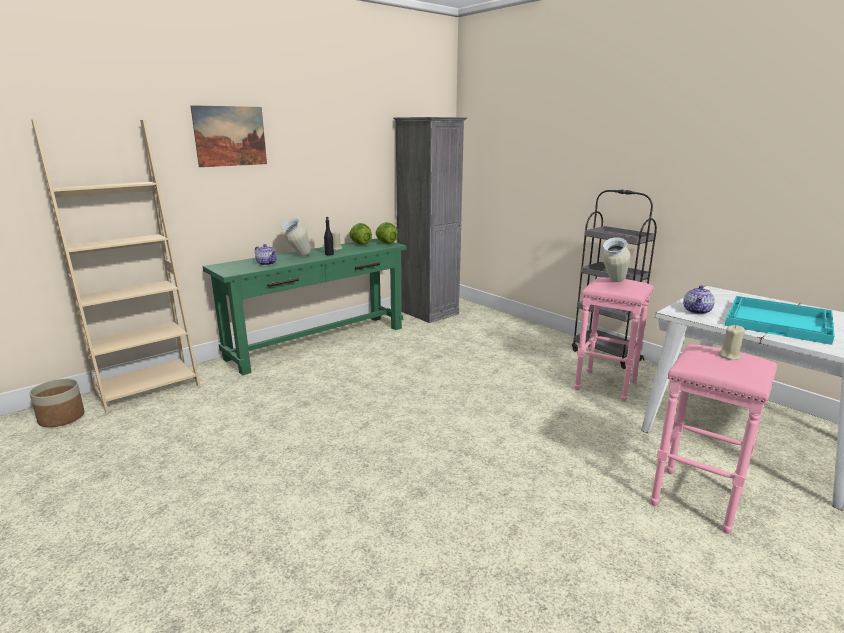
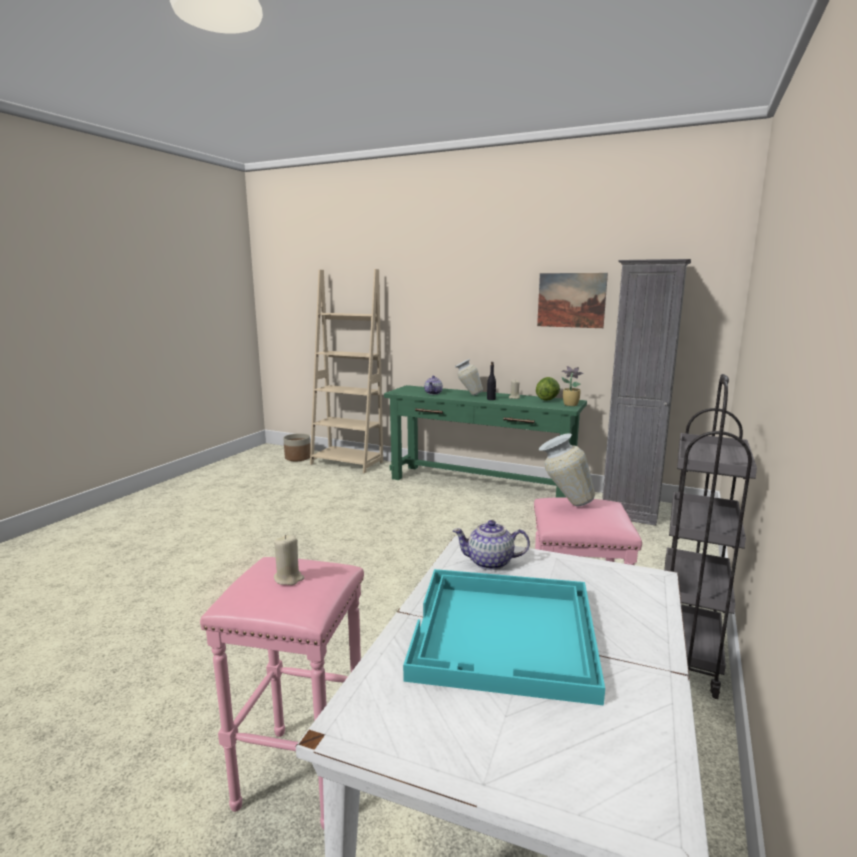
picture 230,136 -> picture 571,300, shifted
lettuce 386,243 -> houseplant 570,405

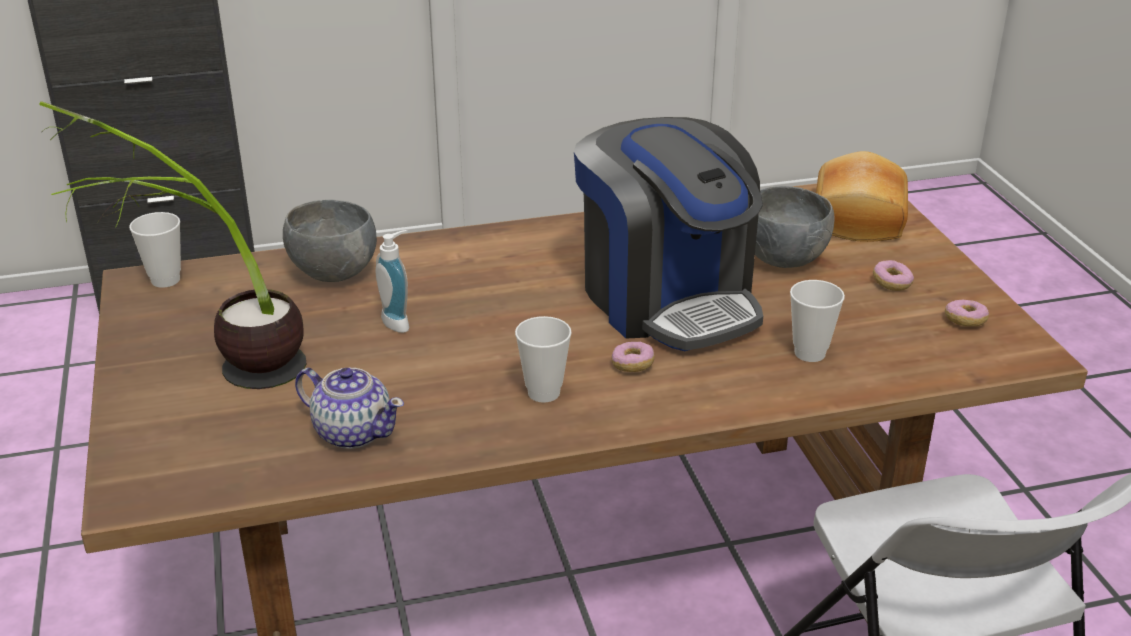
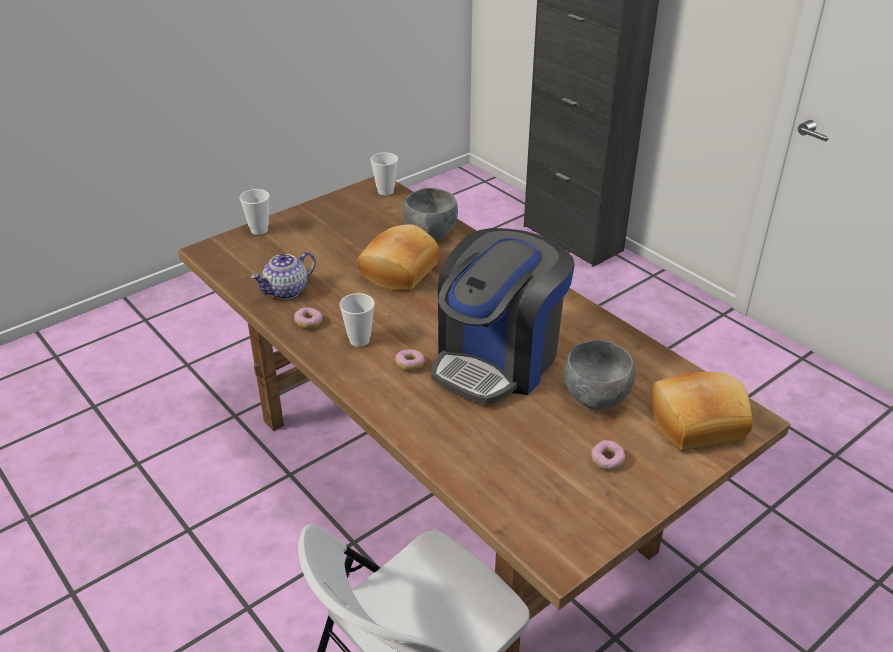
houseplant 213,365 -> none
soap dispenser 399,322 -> bakery bread 397,271
cup 810,353 -> cup 259,230, shifted
ring doughnut 965,321 -> ring doughnut 309,323, shifted
pot for tea 353,432 -> pot for tea 287,290, 45 degrees clockwise

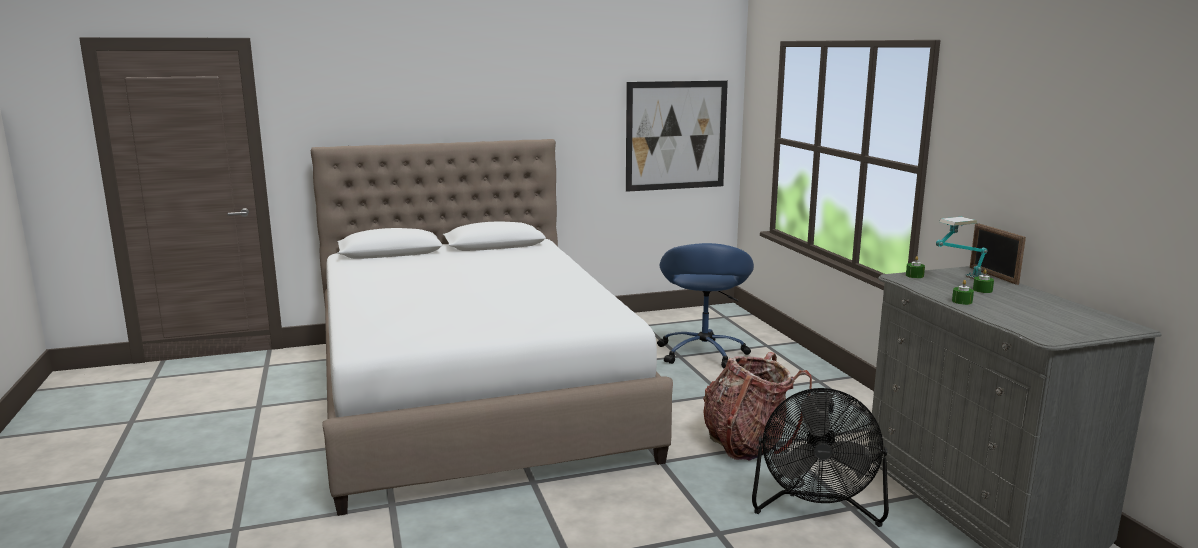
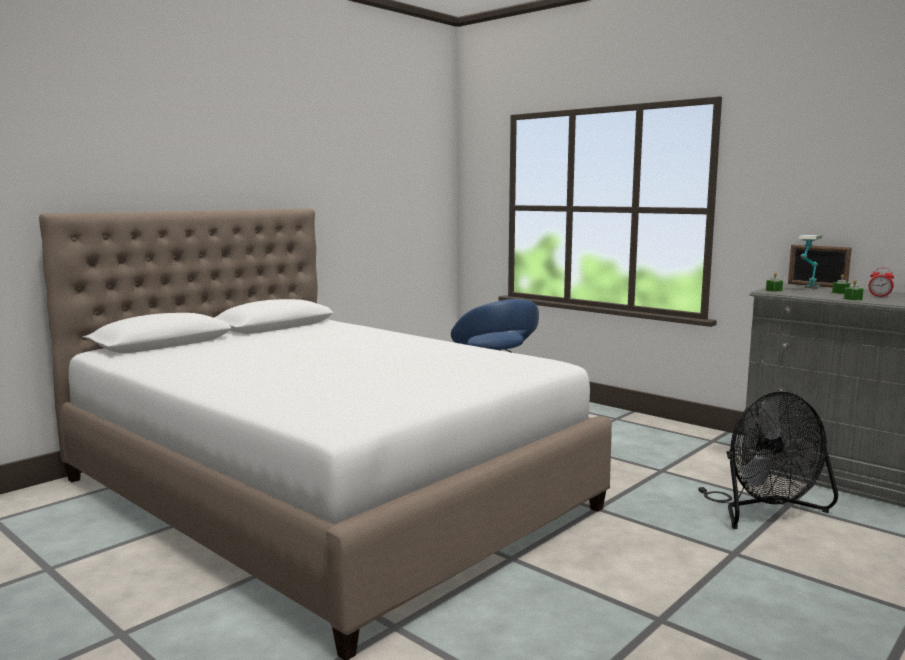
picture 676,135 -> none
knapsack 747,444 -> none
none -> table clock 879,296

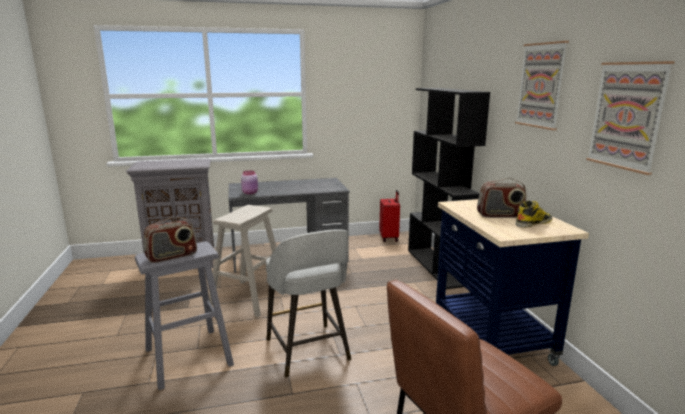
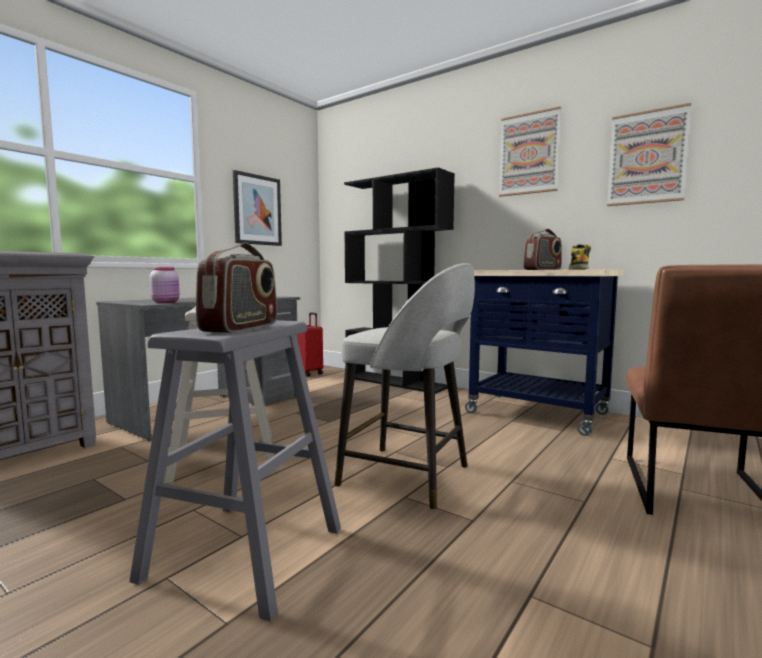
none -> picture 257,210

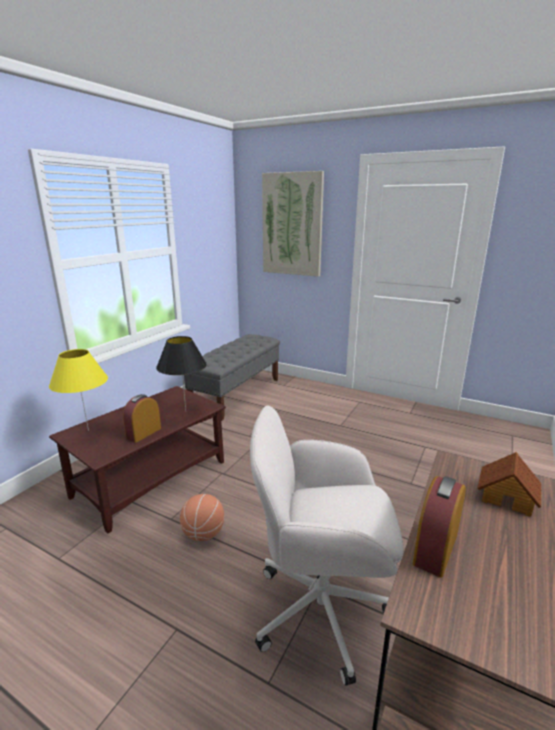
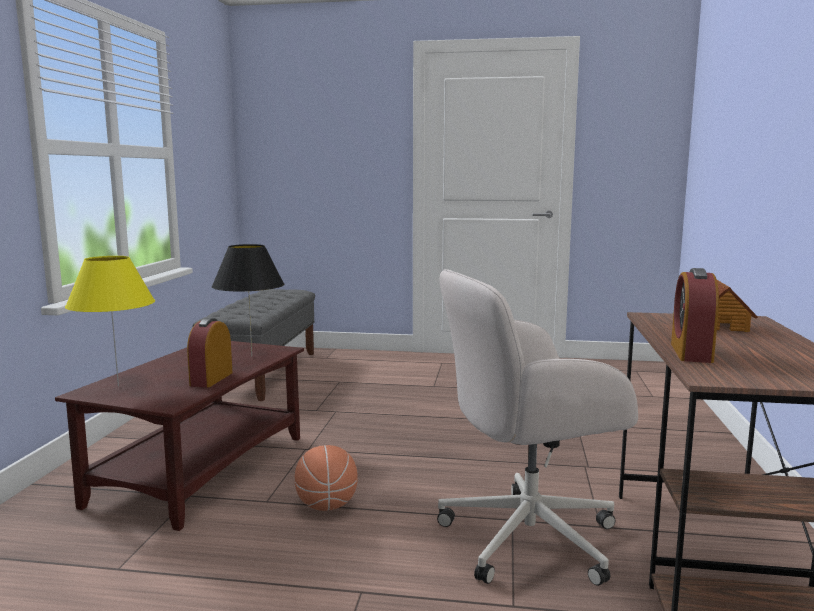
picture 292,225 -> none

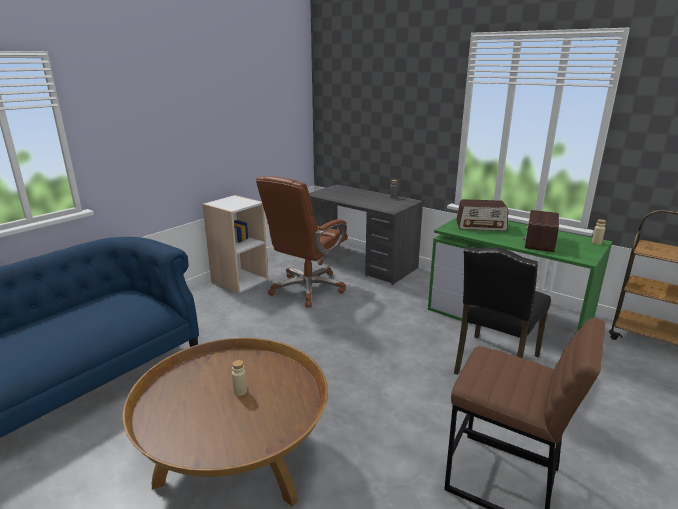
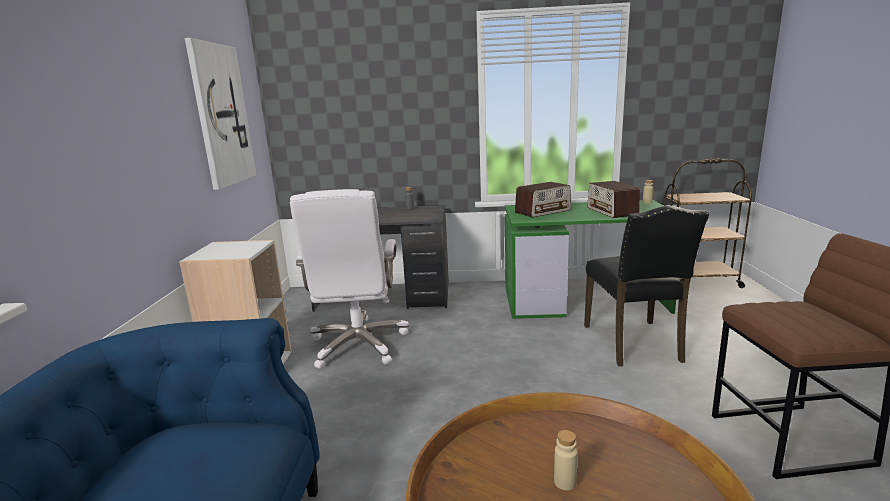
brownish office chair 307,289 -> whitish office chair 358,344
none -> picture 221,115

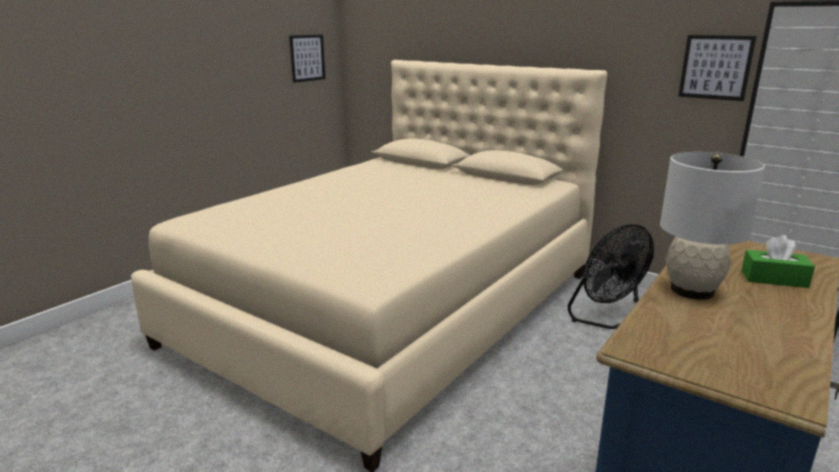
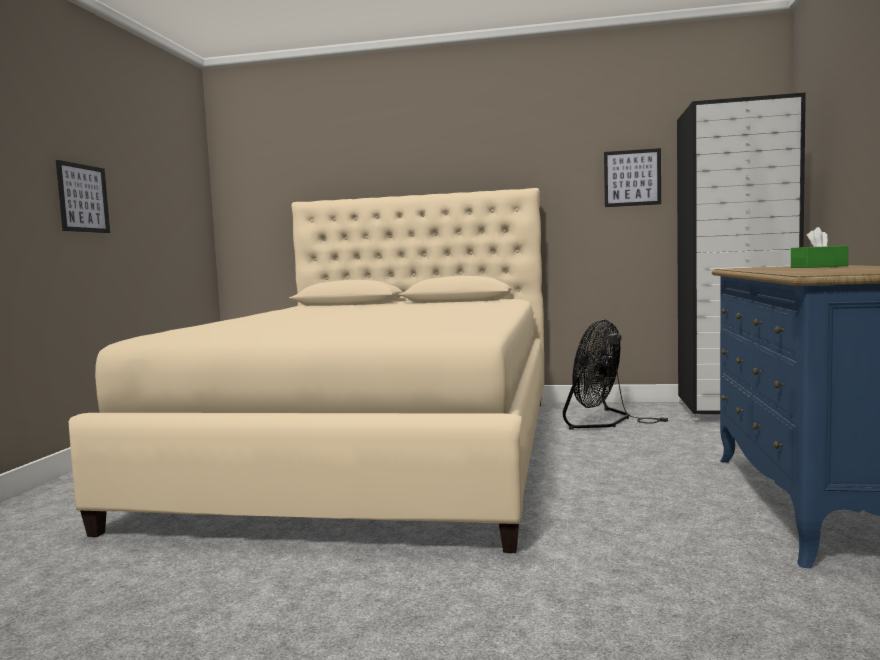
picture 307,58 -> picture 83,198, shifted
whitish table lamp 692,290 -> none

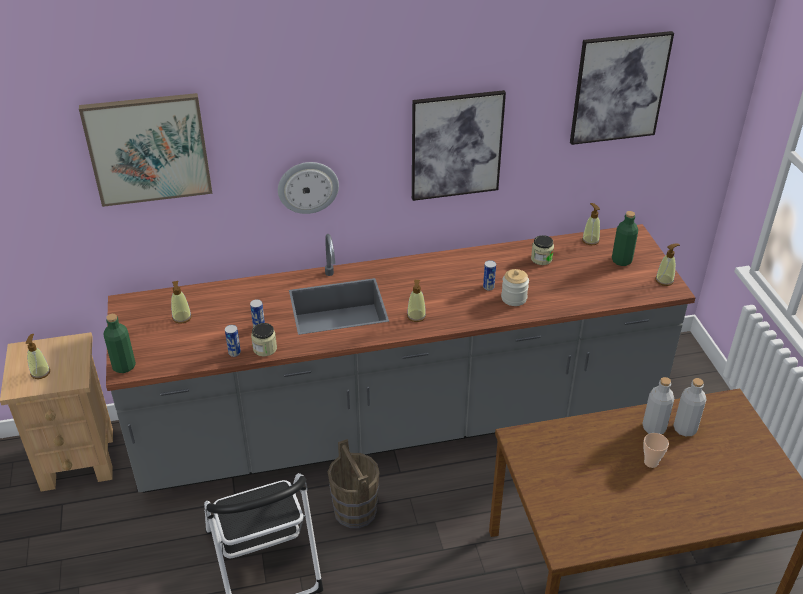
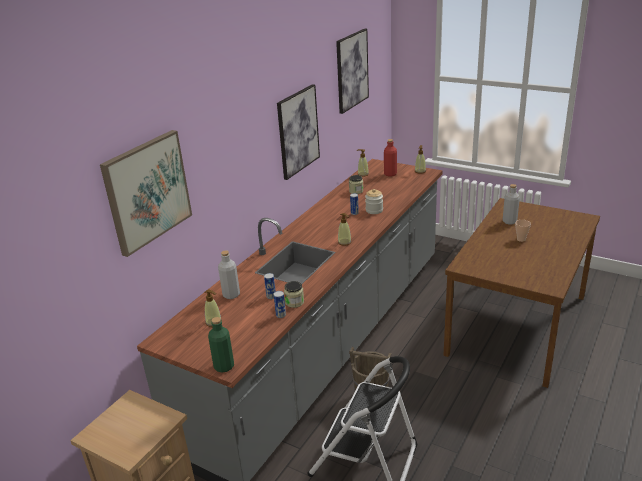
wall clock 308,187 -> none
greenish bottle 621,261 -> red-coloured bottle 390,174
soap dispenser 40,372 -> none
grey bottle 654,428 -> grey bottle 231,295, shifted

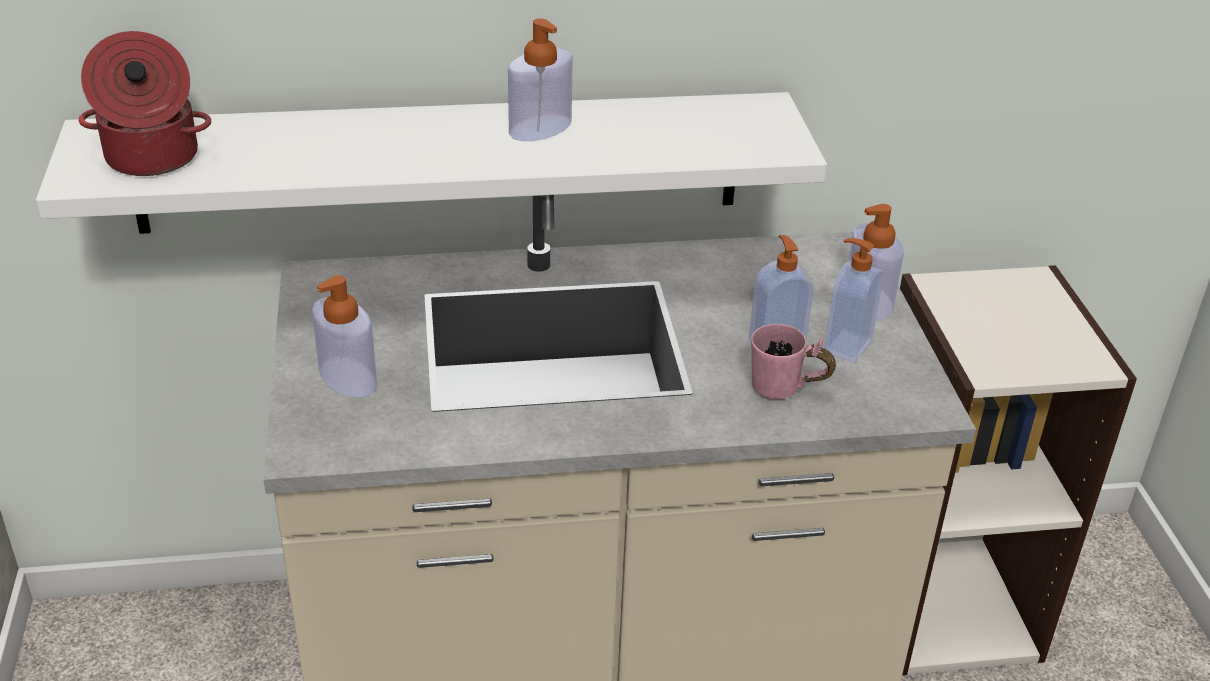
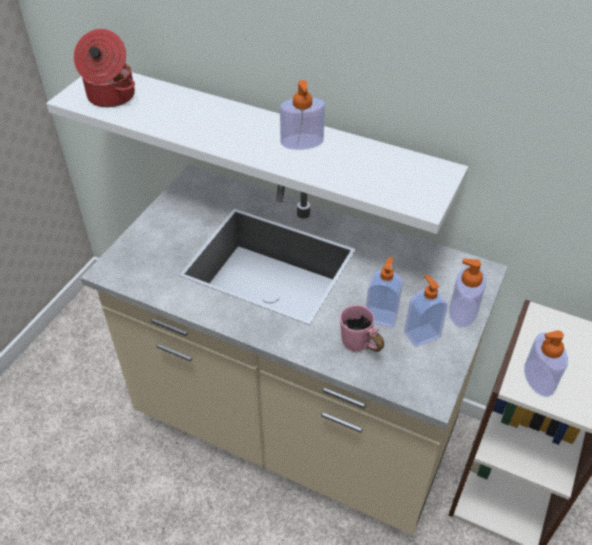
soap dispenser 347,377 -> soap dispenser 539,378, shifted

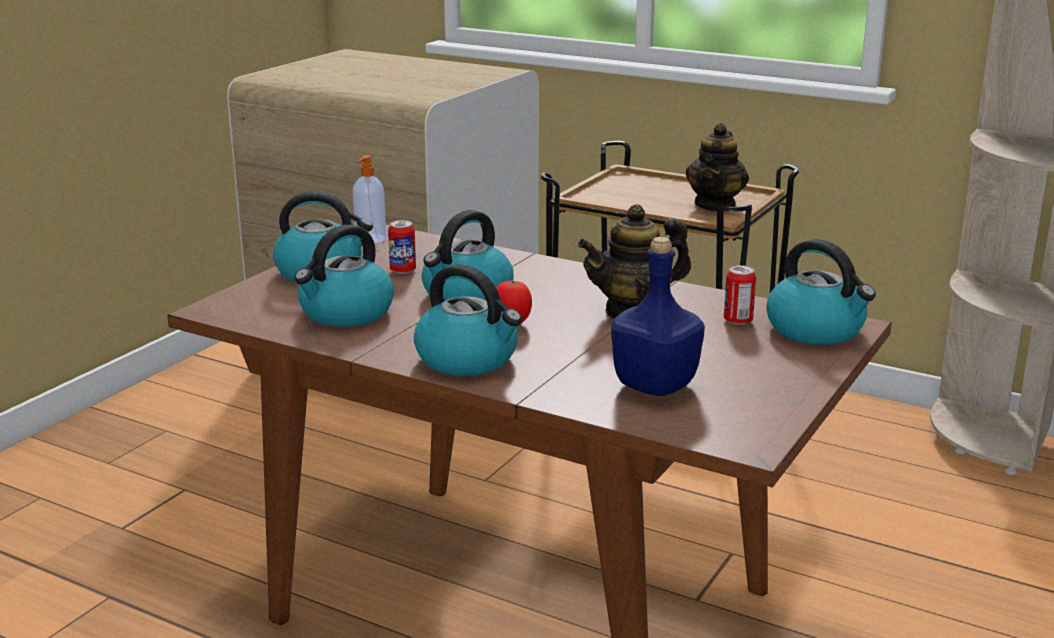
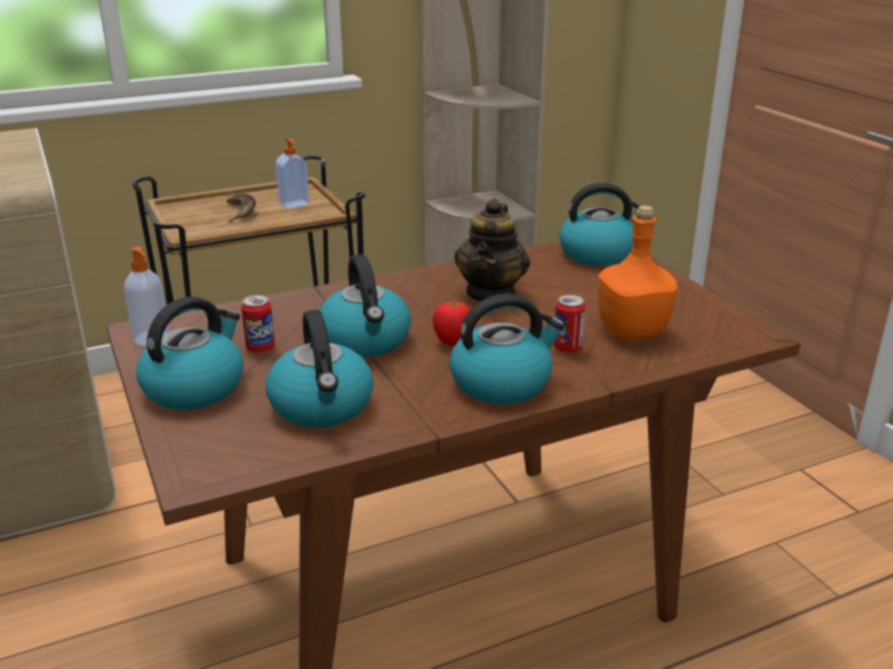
pot for tea 716,205 -> soap dispenser 294,204
bluish bottle 653,385 -> orange-coloured bottle 630,332
can 738,321 -> can 567,348, shifted
none -> whole banana 240,212

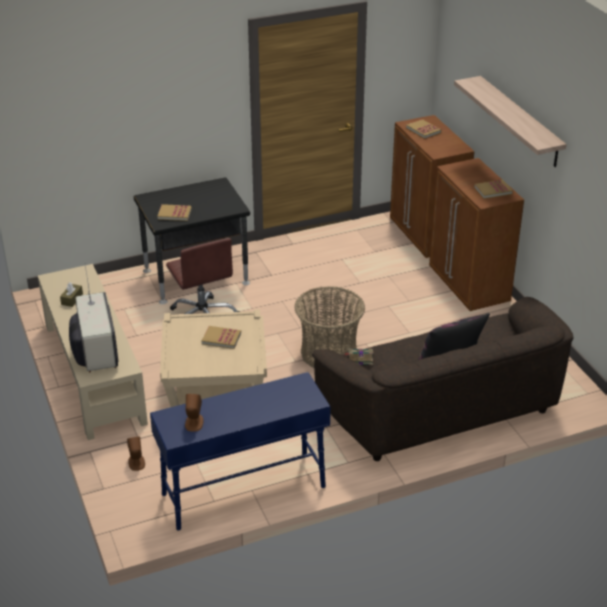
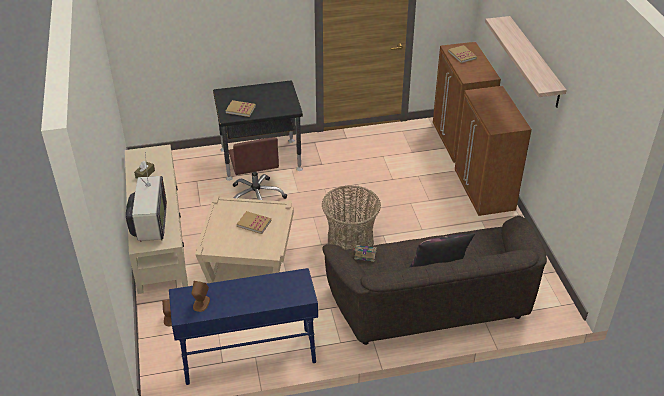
volume 493,190 -> none

